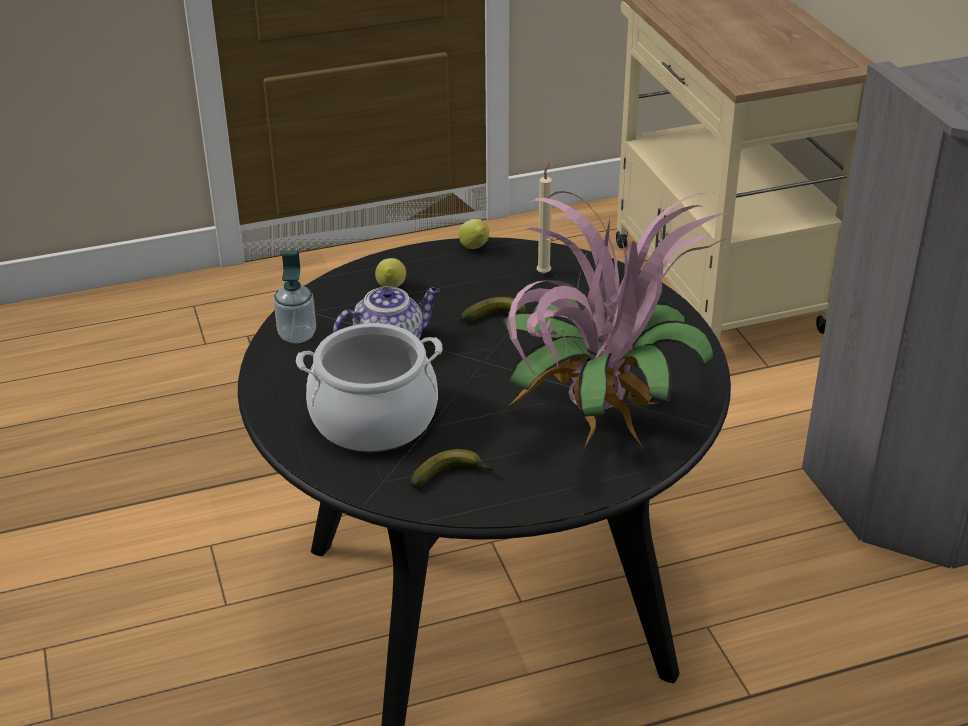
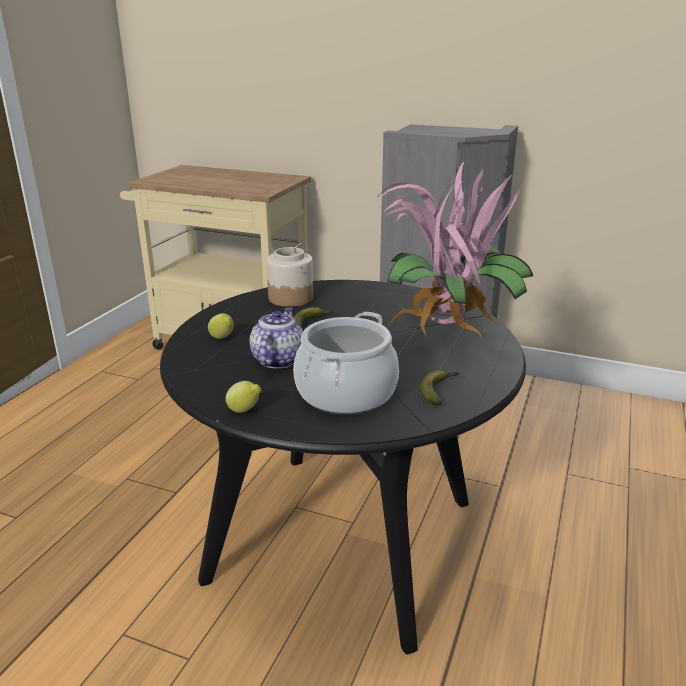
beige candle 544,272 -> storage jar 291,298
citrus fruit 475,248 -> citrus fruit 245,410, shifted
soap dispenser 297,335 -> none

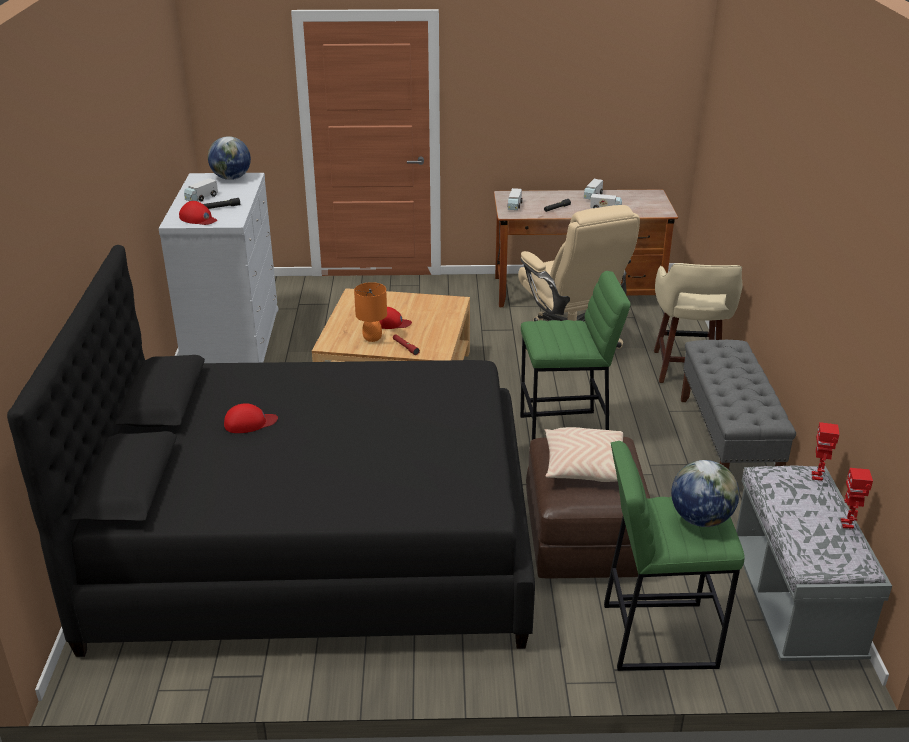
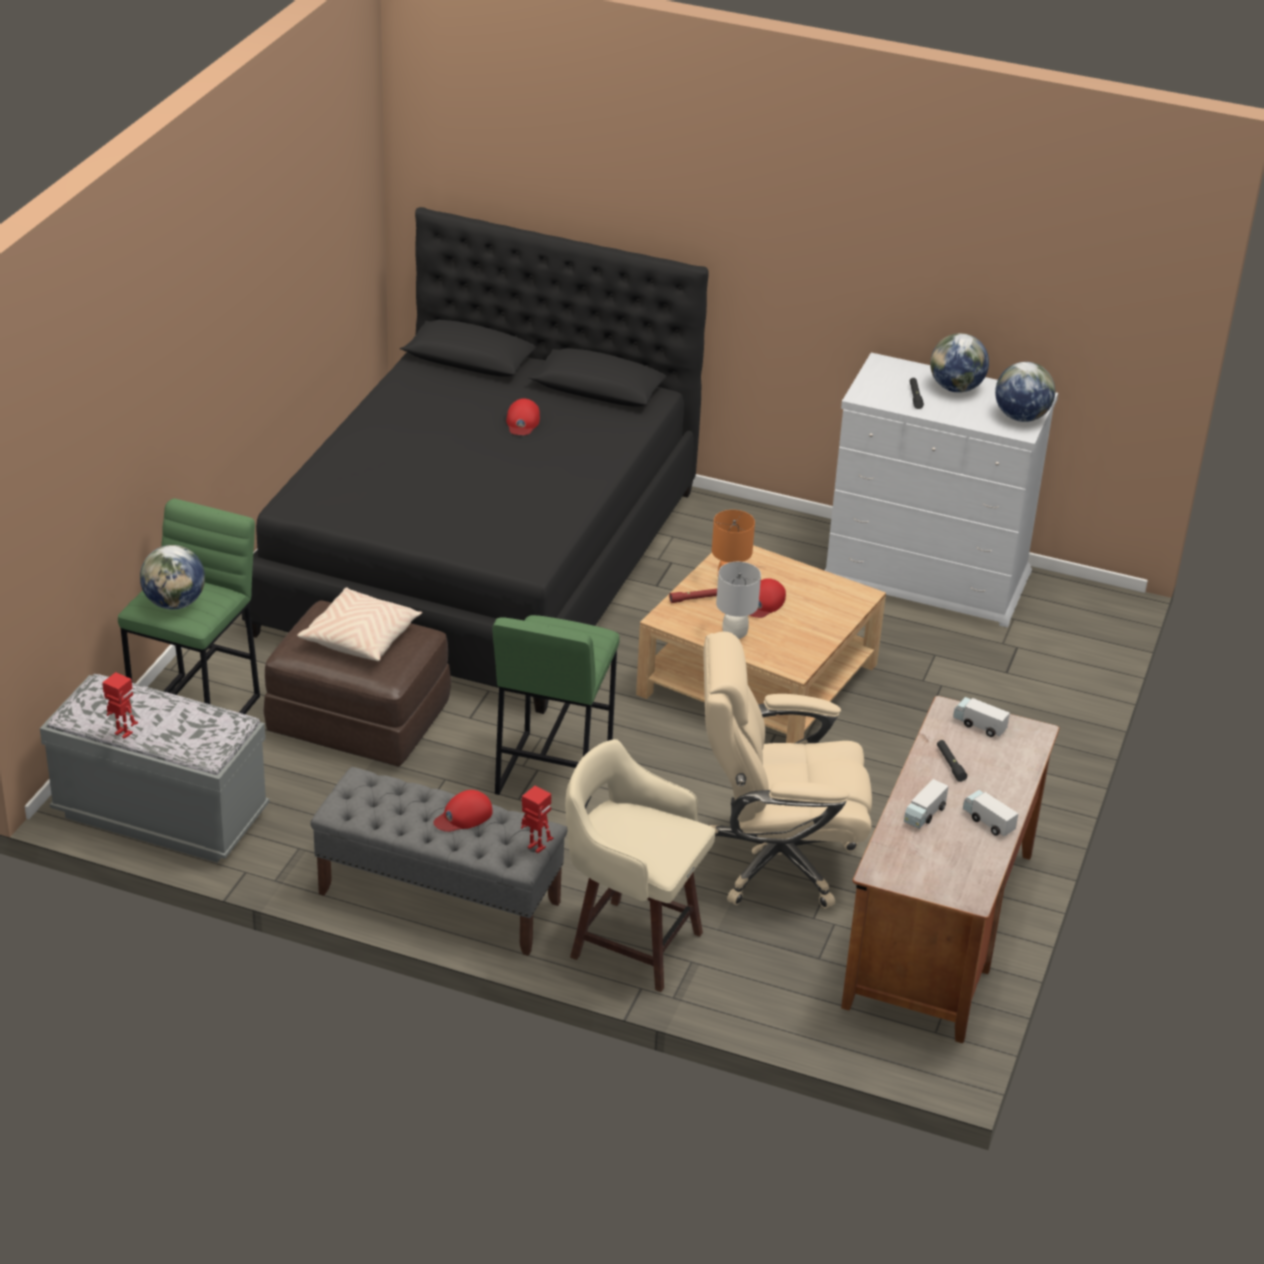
toy truck 201,198 -> globe 956,388
red-coloured baseball cap 198,219 -> red-coloured baseball cap 463,816, shifted
toy robot 817,476 -> toy robot 535,848, shifted
none -> grey table lamp 735,634

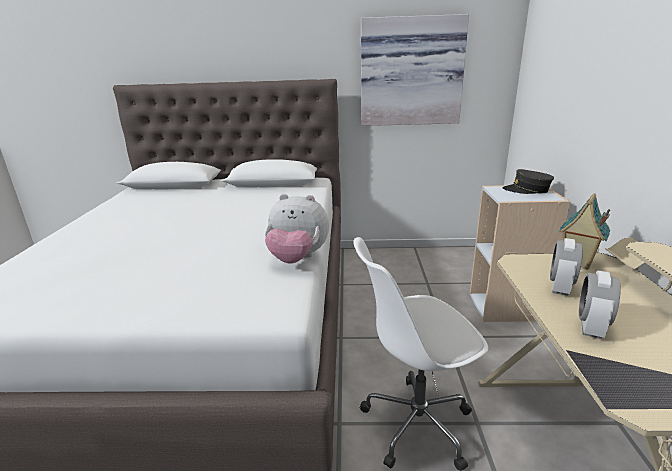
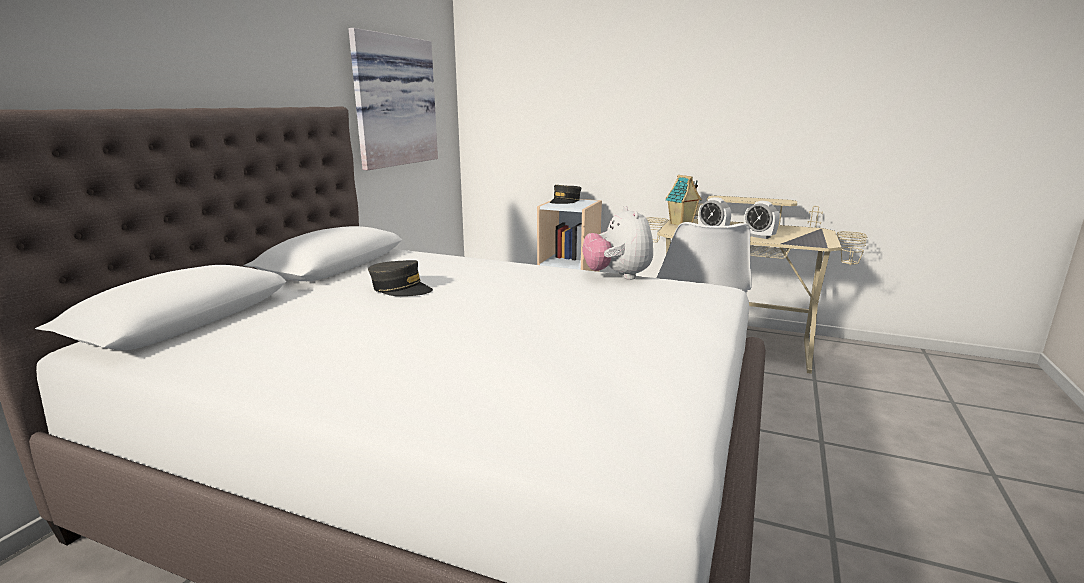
plush toy 297,259 -> plush toy 617,276, 135 degrees clockwise
none -> grey baseball cap 400,289

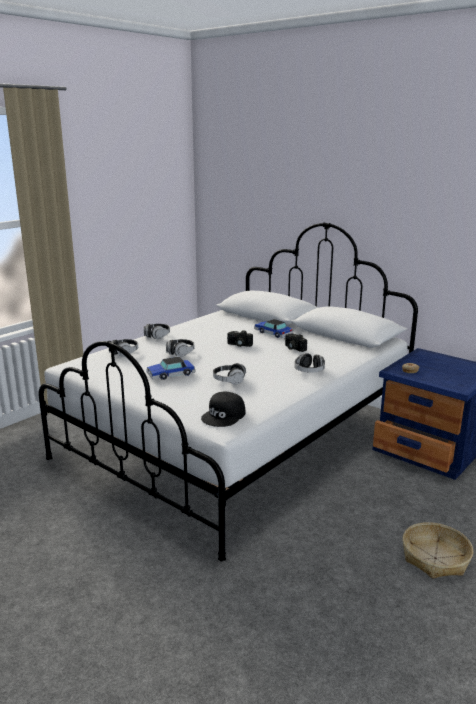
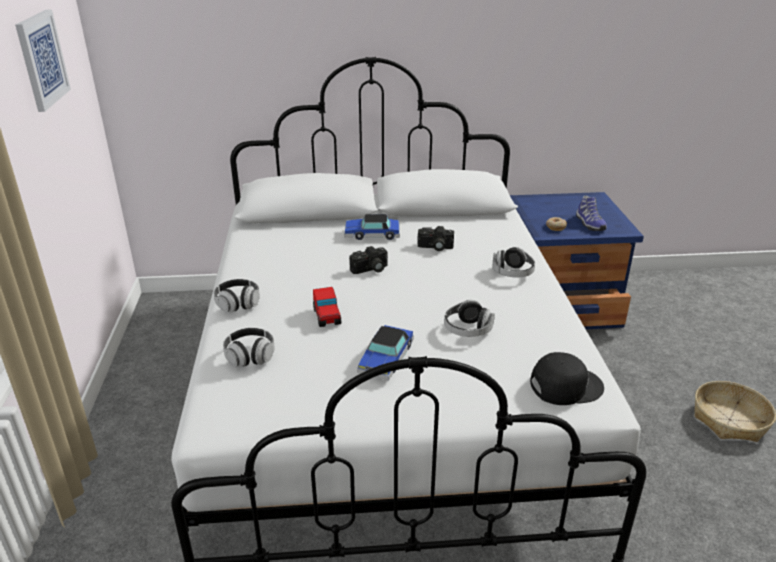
pair of headphones 180,353 -> toy car 327,317
black baseball cap 224,416 -> black baseball cap 565,385, 90 degrees counterclockwise
none -> picture 42,59
none -> item of footwear 589,224

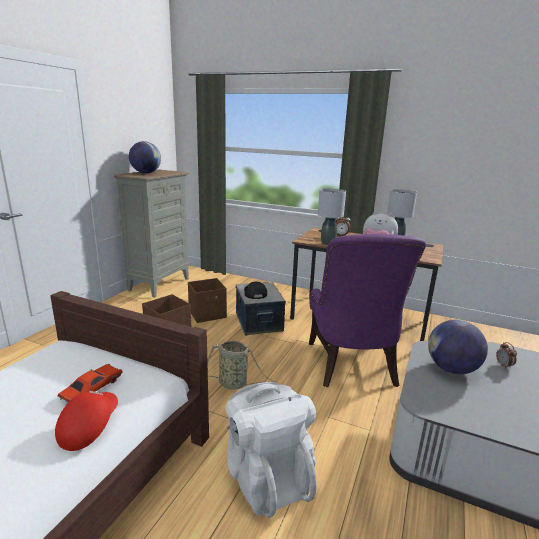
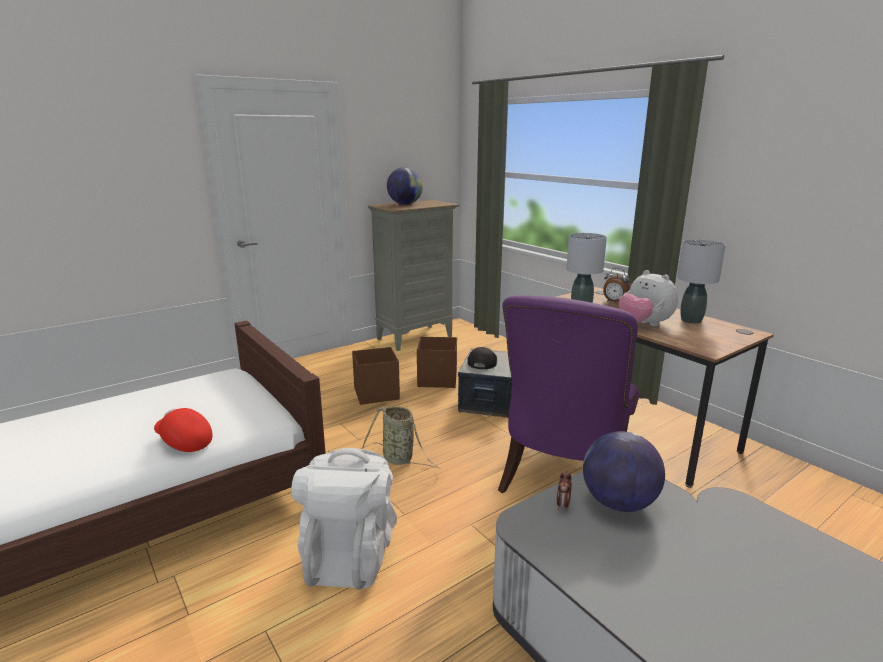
table clock 503,365 -> table clock 563,505, shifted
red-coloured toy car 92,389 -> none
red-coloured baseball cap 88,427 -> red-coloured baseball cap 183,441, 105 degrees counterclockwise

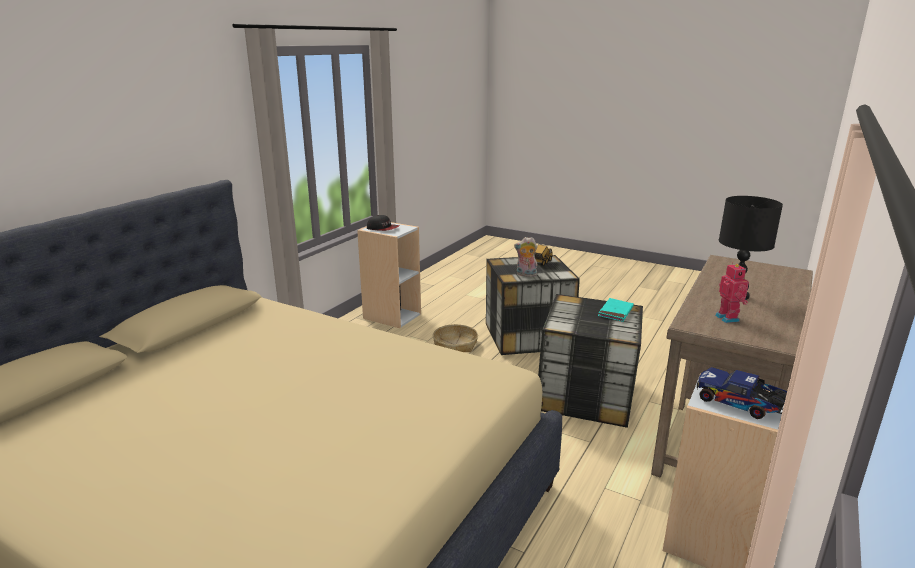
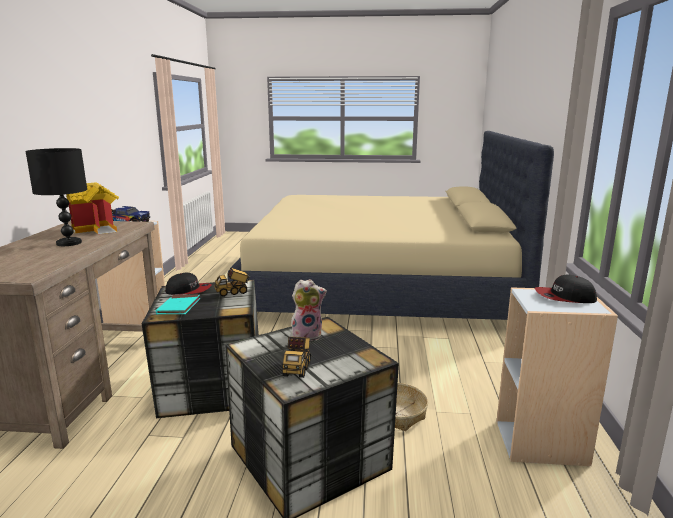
toy robot 728,318 -> model house 99,229
none -> toy truck 233,292
none -> baseball cap 188,290

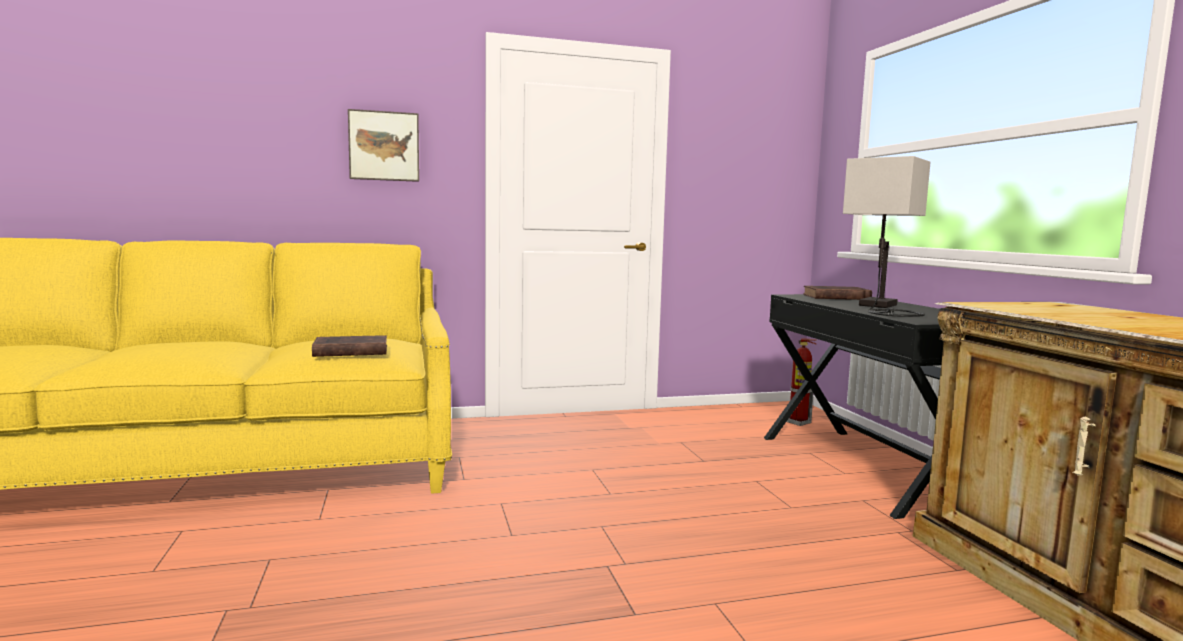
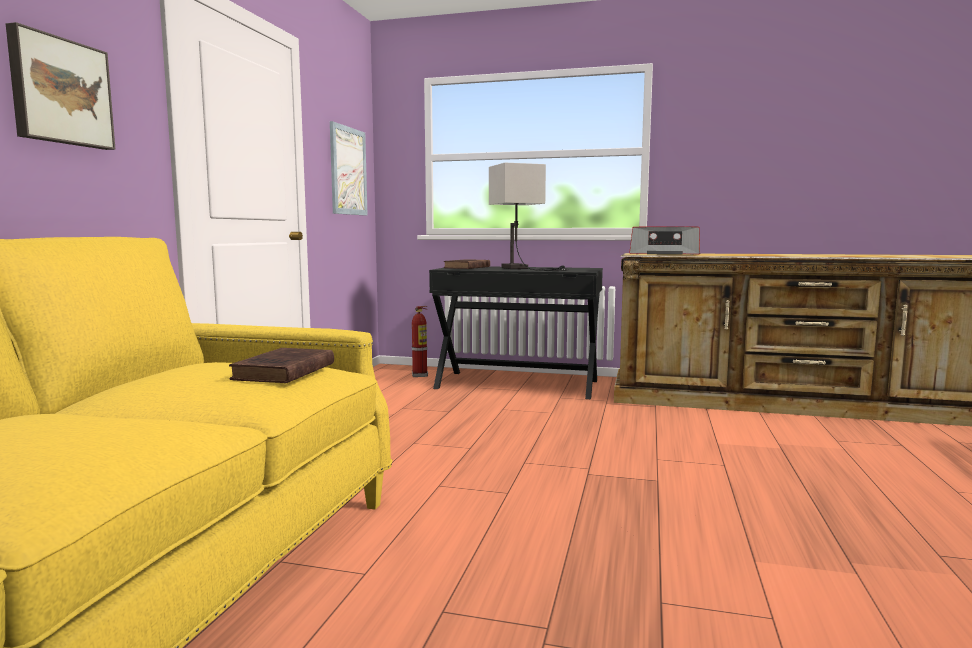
none -> picture 348,171
none -> radio receiver 664,254

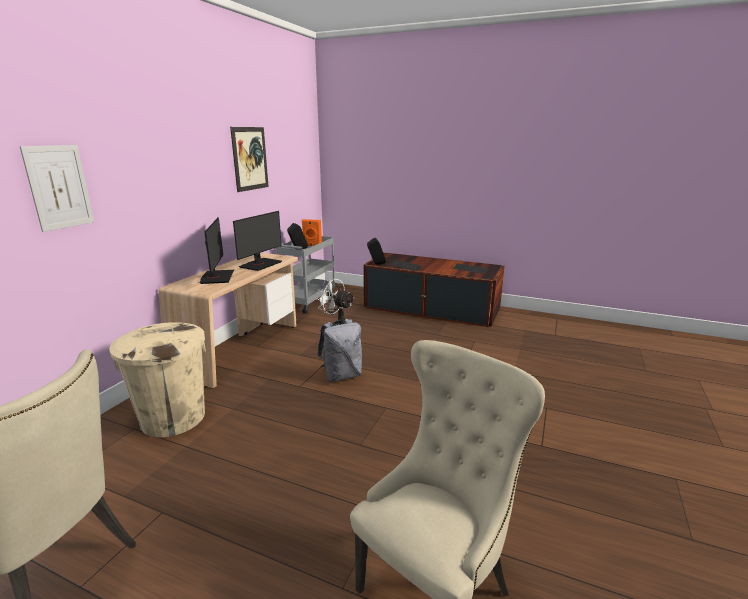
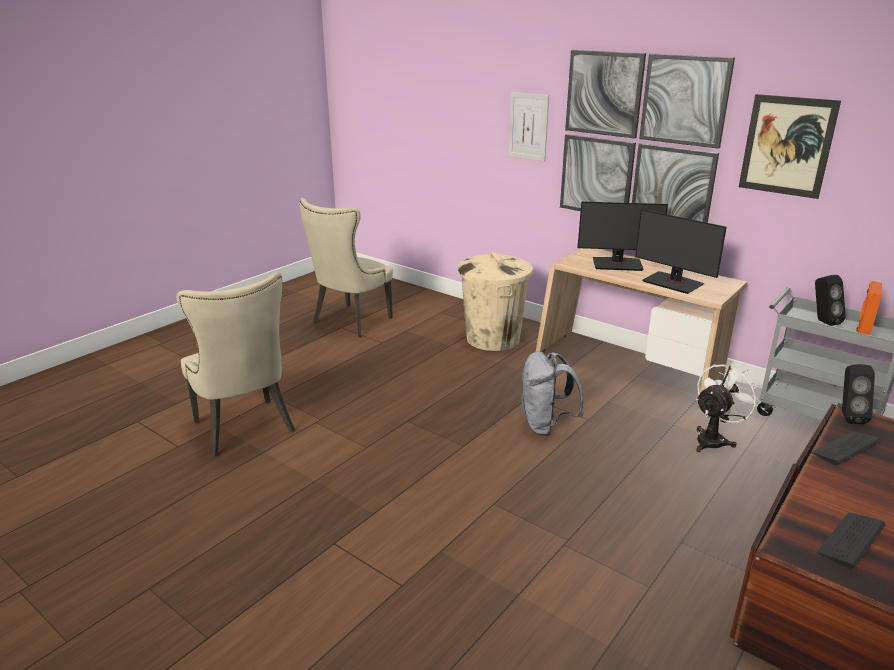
none -> picture 638,140

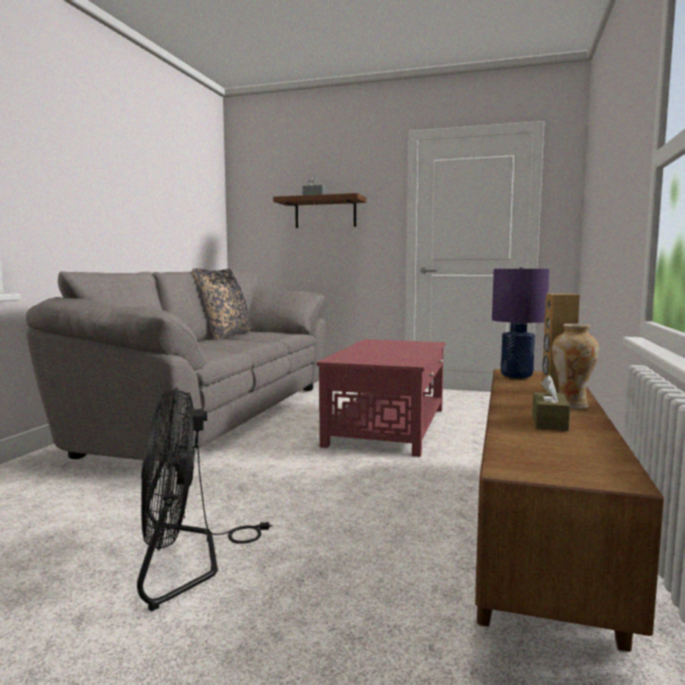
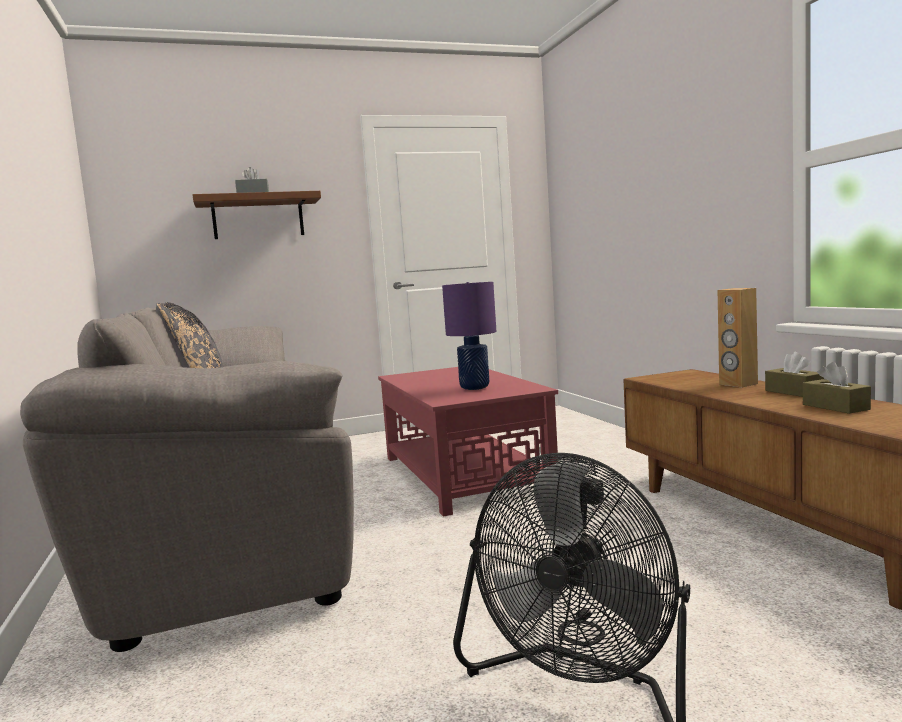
purplish table lamp 516,377 -> purplish table lamp 475,389, shifted
vase 571,405 -> brownish tissue holder 793,392

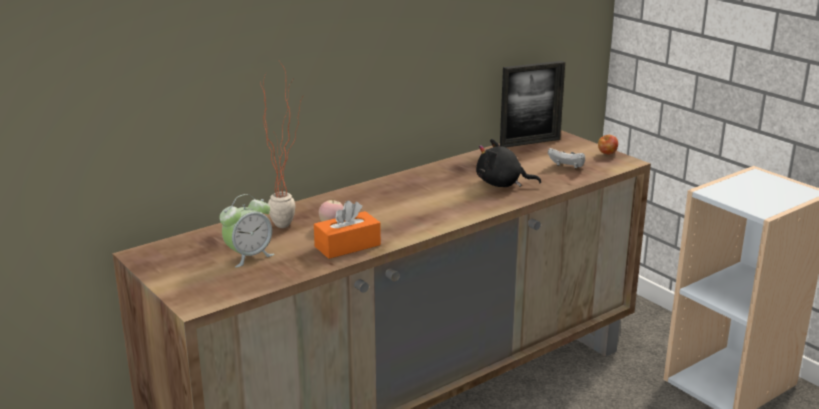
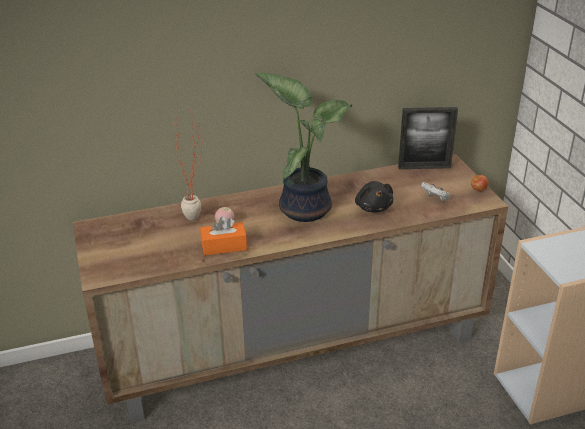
black plush toy 502,184 -> black plush toy 373,207, 135 degrees counterclockwise
table clock 249,256 -> none
none -> houseplant 305,207

